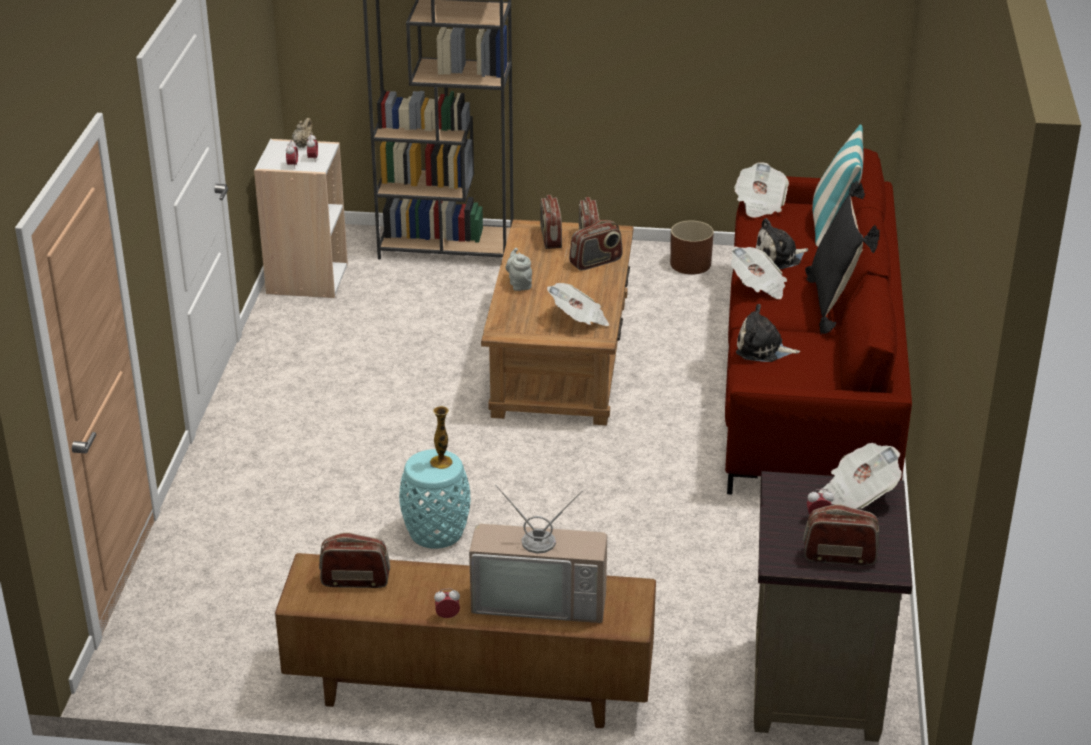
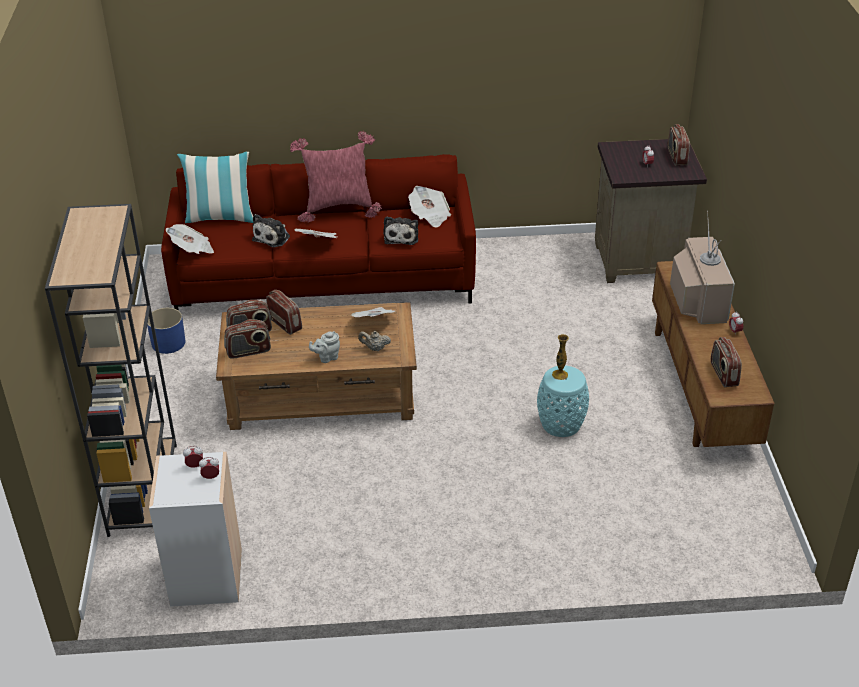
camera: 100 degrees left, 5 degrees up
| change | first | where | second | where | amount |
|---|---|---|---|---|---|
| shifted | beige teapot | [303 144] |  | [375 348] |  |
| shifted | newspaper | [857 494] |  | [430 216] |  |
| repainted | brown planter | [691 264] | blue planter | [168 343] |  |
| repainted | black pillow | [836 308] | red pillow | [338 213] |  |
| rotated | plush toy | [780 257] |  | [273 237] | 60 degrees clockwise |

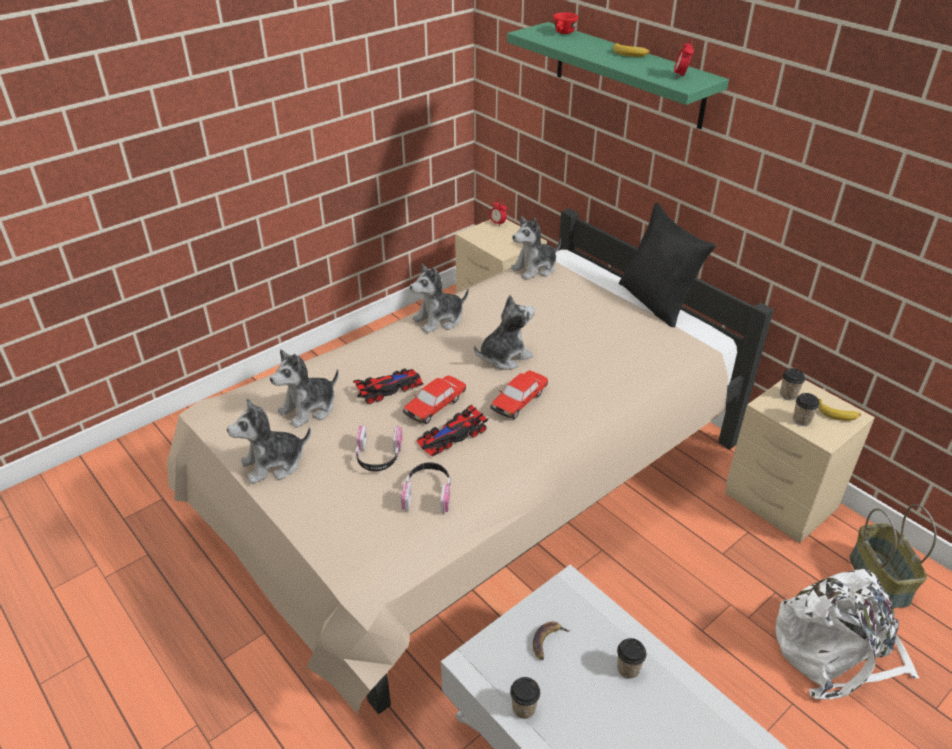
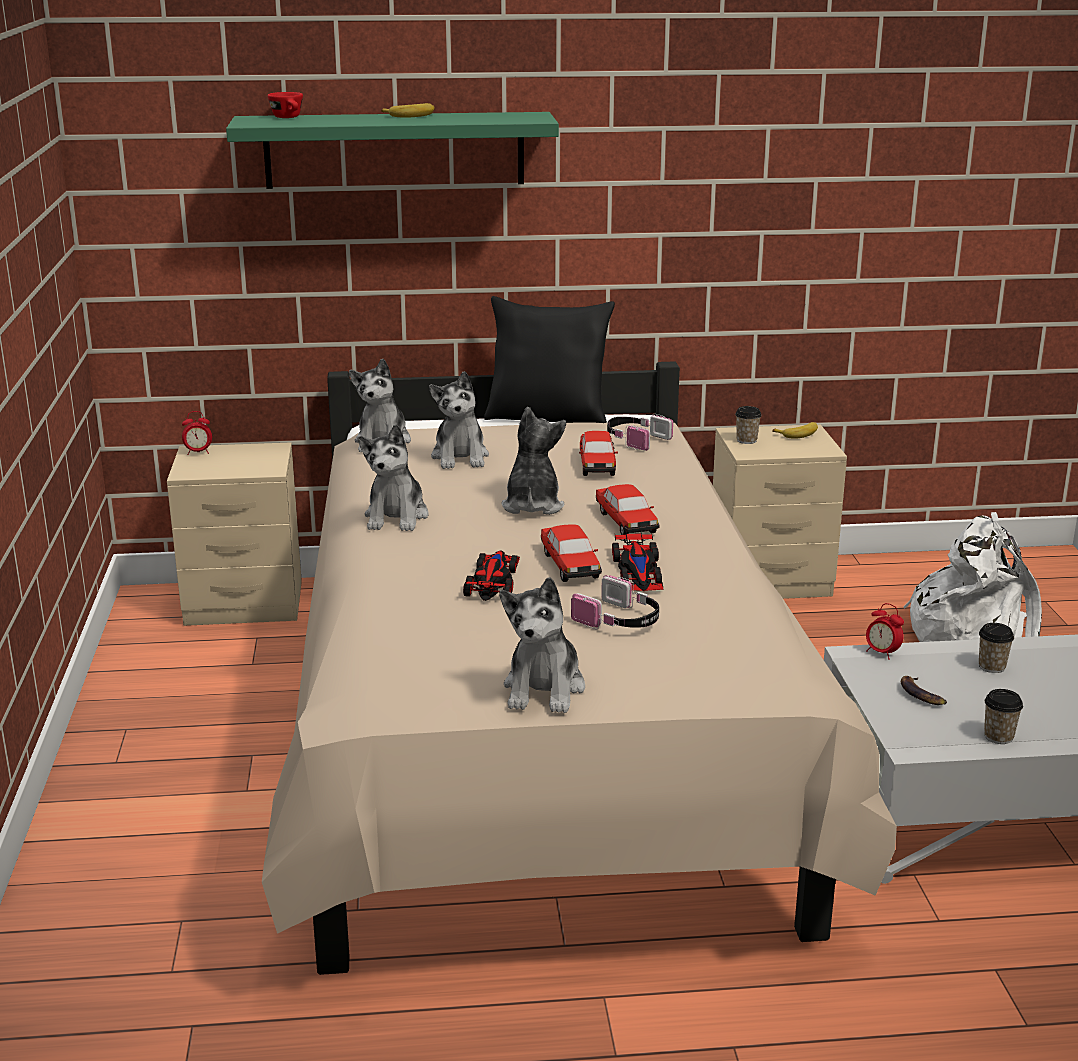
camera: 55 degrees left, 15 degrees down
| change | first | where | second | where | amount |
|---|---|---|---|---|---|
| gone | cup | [801 420] |  |  |  |
| gone | basket | [880 579] |  |  |  |
| new |  |  | toy car | [597 464] |  |
| shifted | plush toy | [309 408] |  | [460 457] |  |
| shifted | headphones | [428 493] |  | [635 439] |  |
| shifted | alarm clock | [681 76] |  | [882 653] |  |

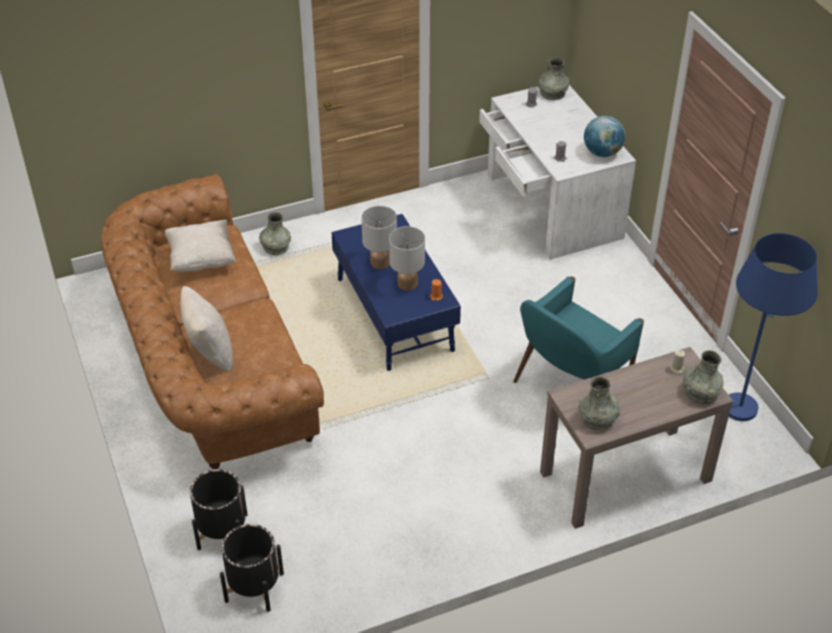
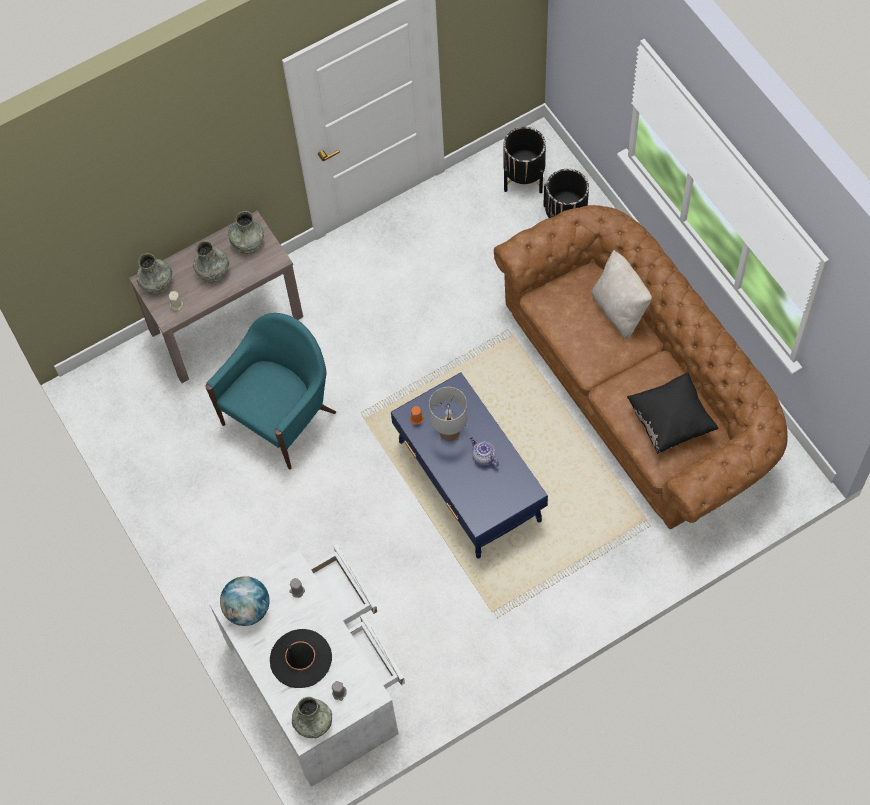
camera: 175 degrees right, 20 degrees up
| change | first | where | second | where | amount |
|---|---|---|---|---|---|
| gone | blue floor lamp | [740 422] |  |  |  |
| new |  |  | black hat | [300 658] |  |
| shifted | grey vase | [275 247] |  | [213 270] |  |
| swapped | grey table lamp | [380 263] | teapot | [483 456] |  |
| repainted | beige pillow | [201 259] | black pillow | [671 421] |  |

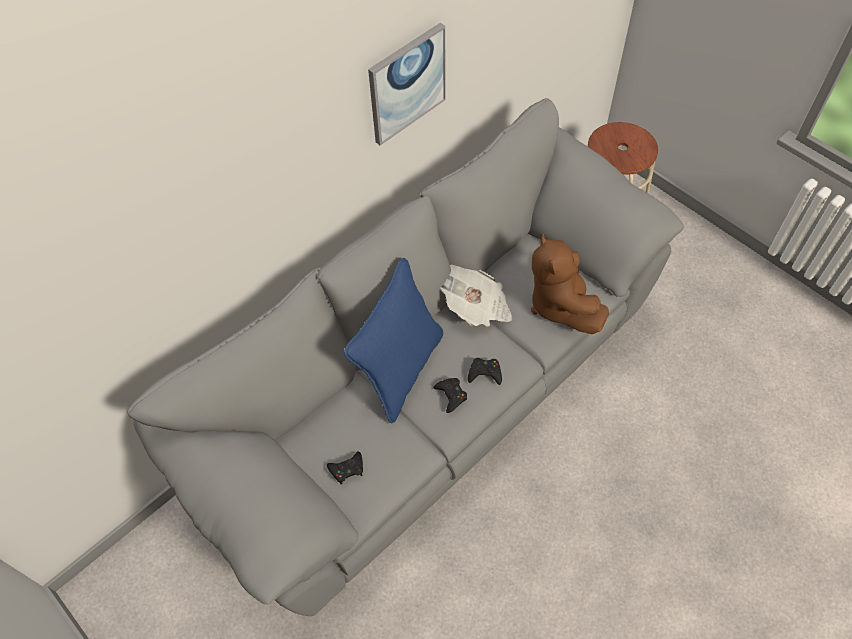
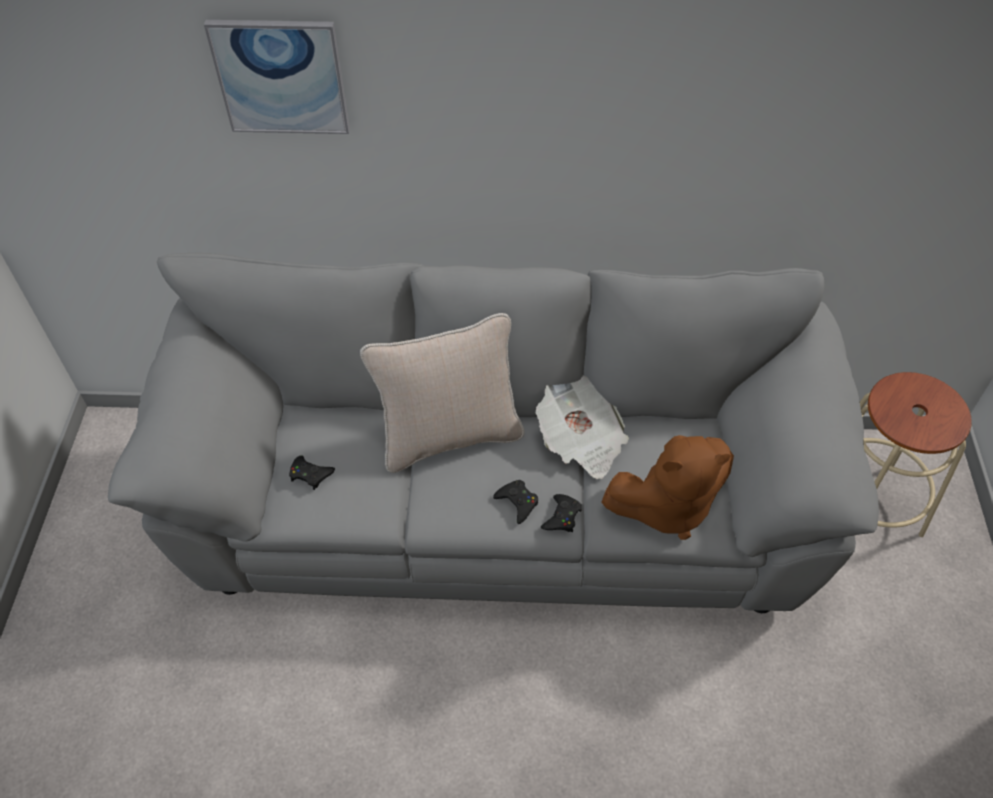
camera: 45 degrees right, 5 degrees down
| change | first | where | second | where | amount |
|---|---|---|---|---|---|
| shifted | picture | [407 84] |  | [281 76] |  |
| shifted | black game controller | [451 395] |  | [562 517] |  |
| repainted | blue pillow | [401 370] | beige pillow | [449 437] |  |
| rotated | brown plush toy | [560 304] |  | [667 506] | 135 degrees counterclockwise |

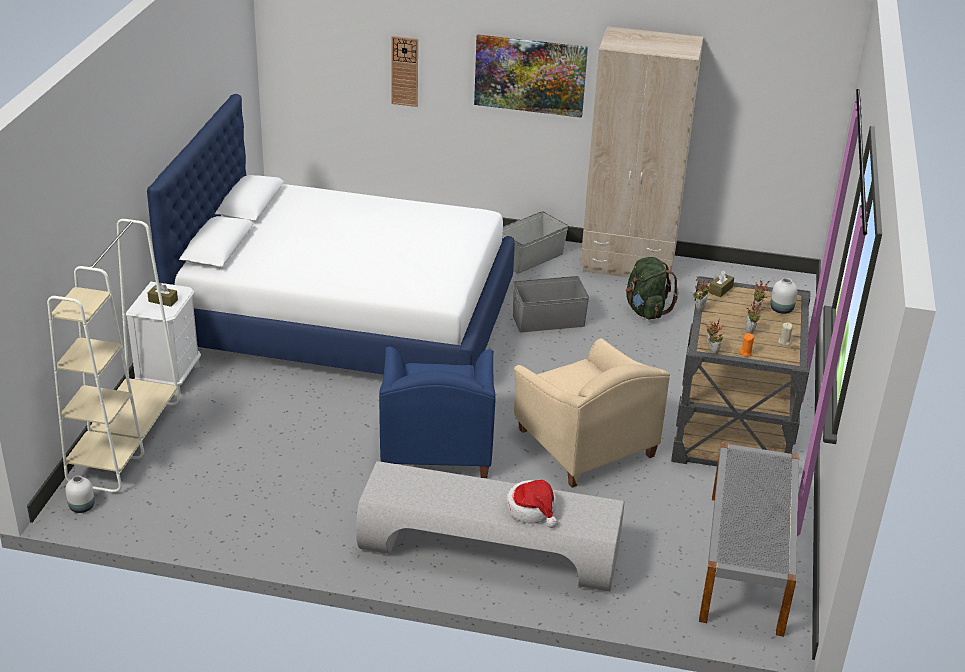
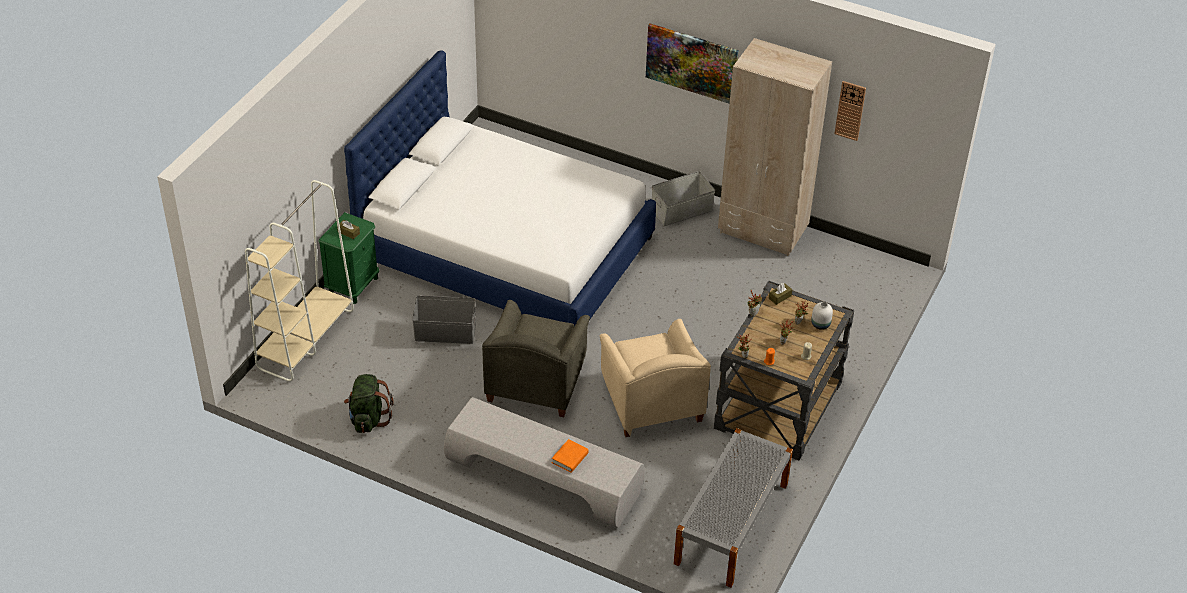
camera: 15 degrees right, 10 degrees up
| change | first | where | second | where | amount |
|---|---|---|---|---|---|
| gone | white vase | [81 507] |  |  |  |
| shifted | wall clock | [405 71] |  | [850 110] |  |
| shifted | grey storage box | [548 320] |  | [445 332] |  |
| shifted | green backpack | [646 310] |  | [368 419] |  |
| swapped | hat | [532 509] | orange book | [570 458] |  |
| repainted | white nightstand | [170 377] | green nightstand | [353 285] |  |
| repainted | blue armchair | [436 444] | grey armchair | [536 381] |  |

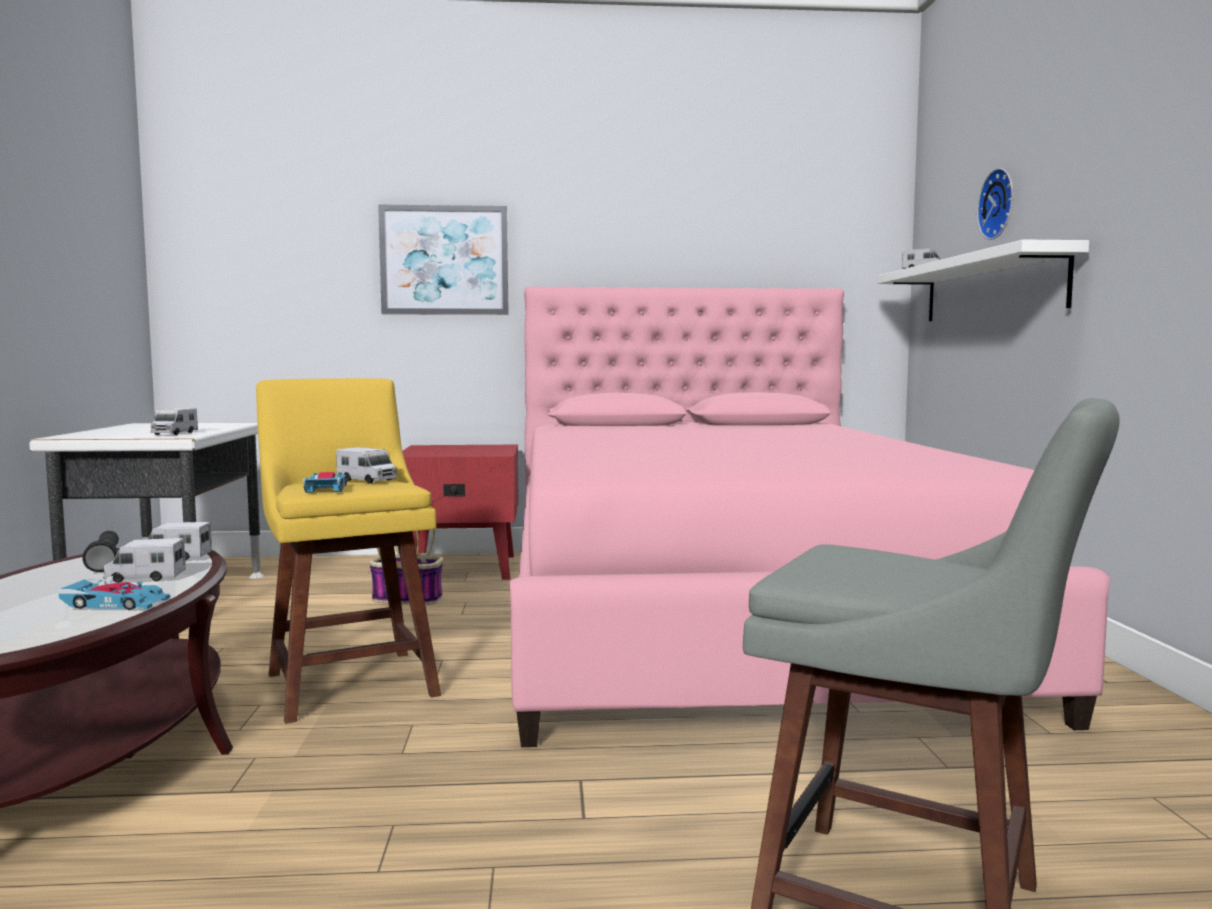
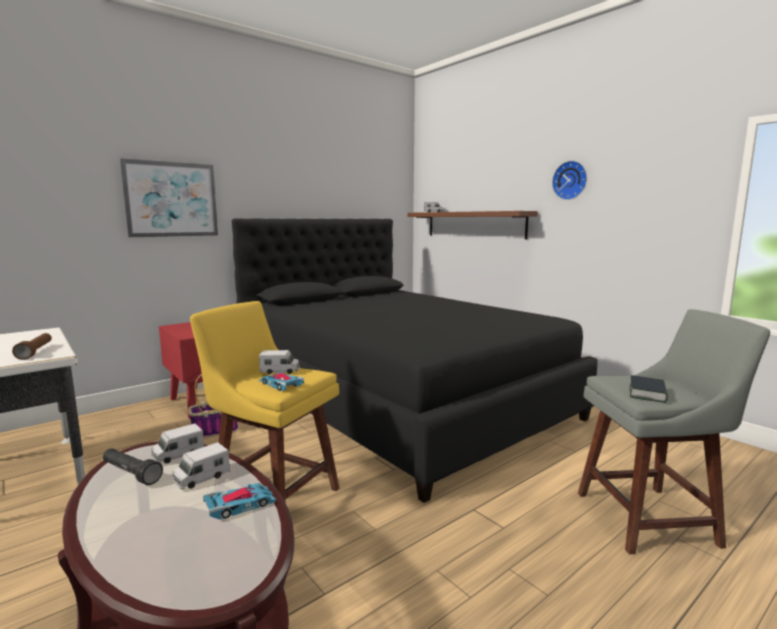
camera: 35 degrees left, 5 degrees up
| change | first | where | second | where | amount |
|---|---|---|---|---|---|
| new |  |  | book | [647 393] |  |
| shifted | wall clock | [1000 204] |  | [570 180] |  |
| swapped | toy truck | [174 433] | brown flashlight | [36 352] |  |
| repainted | pink bed | [726 615] | black bed | [398 399] |  |
| repainted | white shelf | [991 288] | brown shelf | [474 224] |  |

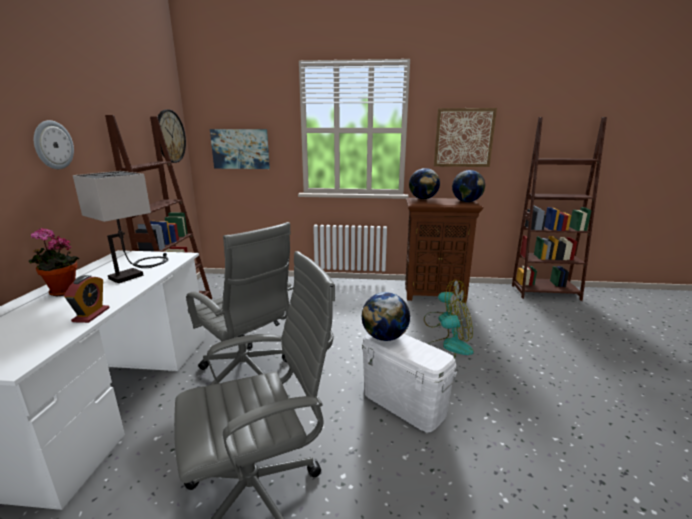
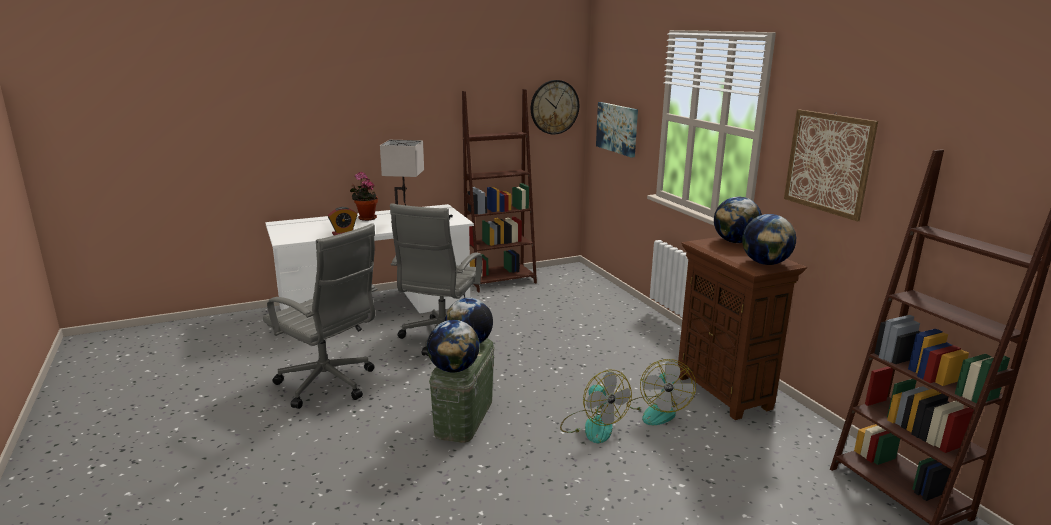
camera: 60 degrees right, 0 degrees up
| change | first | where | second | where | amount |
|---|---|---|---|---|---|
| gone | wall clock | [53 145] |  |  |  |
| new |  |  | globe | [454 369] |  |
| repainted | white storage box | [403 403] | green storage box | [464 417] |  |

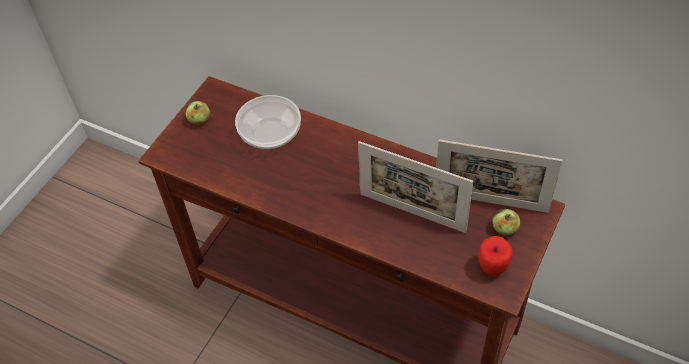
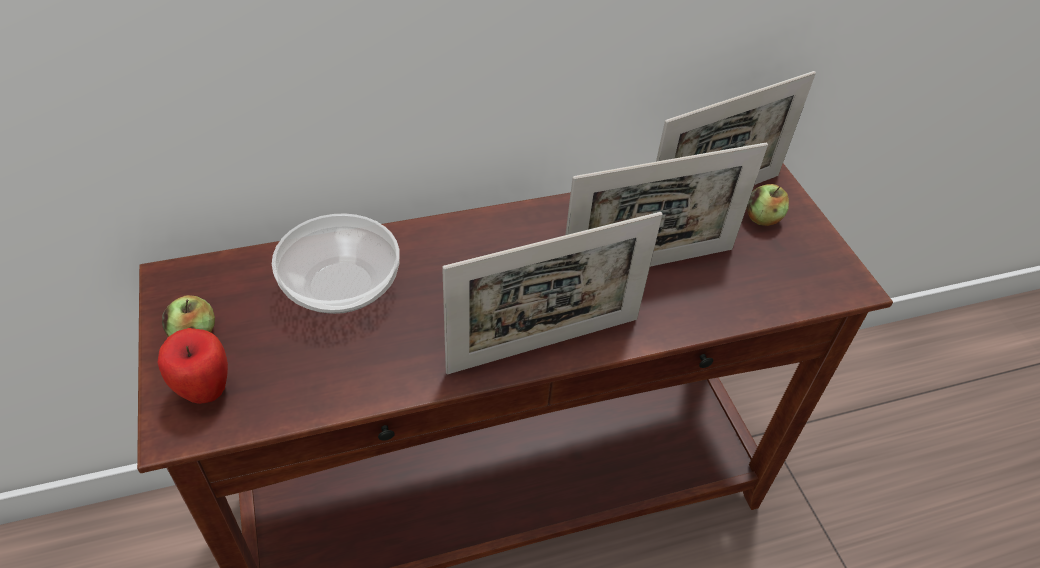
camera: 50 degrees left, 5 degrees down
| change | first | where | second | where | amount |
|---|---|---|---|---|---|
| new |  |  | picture frame | [544 345] |  |
| shifted | apple | [492 268] |  | [205 391] |  |

